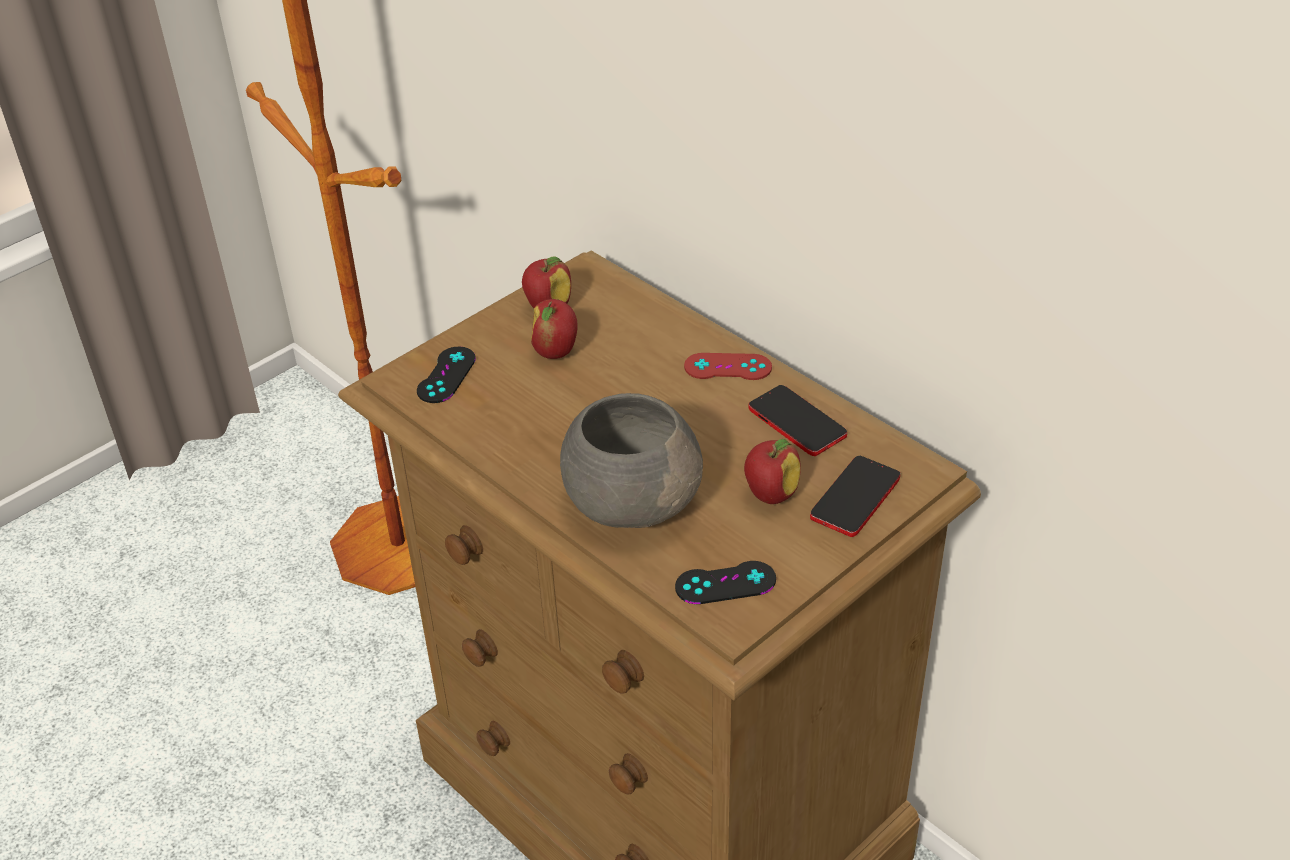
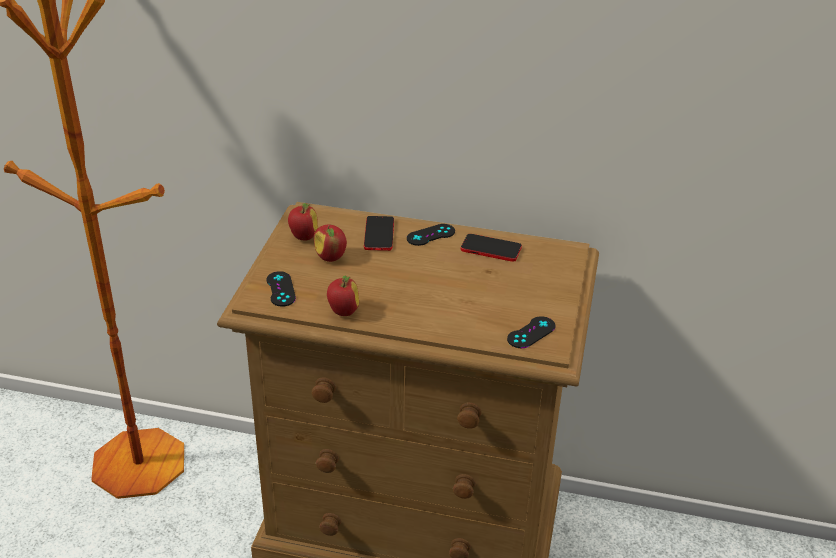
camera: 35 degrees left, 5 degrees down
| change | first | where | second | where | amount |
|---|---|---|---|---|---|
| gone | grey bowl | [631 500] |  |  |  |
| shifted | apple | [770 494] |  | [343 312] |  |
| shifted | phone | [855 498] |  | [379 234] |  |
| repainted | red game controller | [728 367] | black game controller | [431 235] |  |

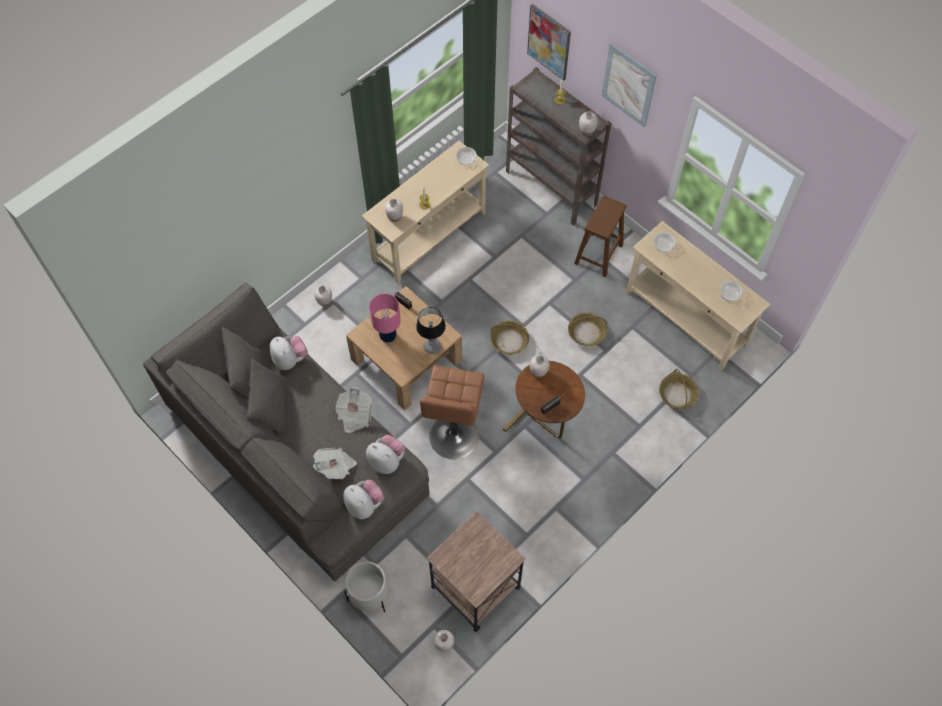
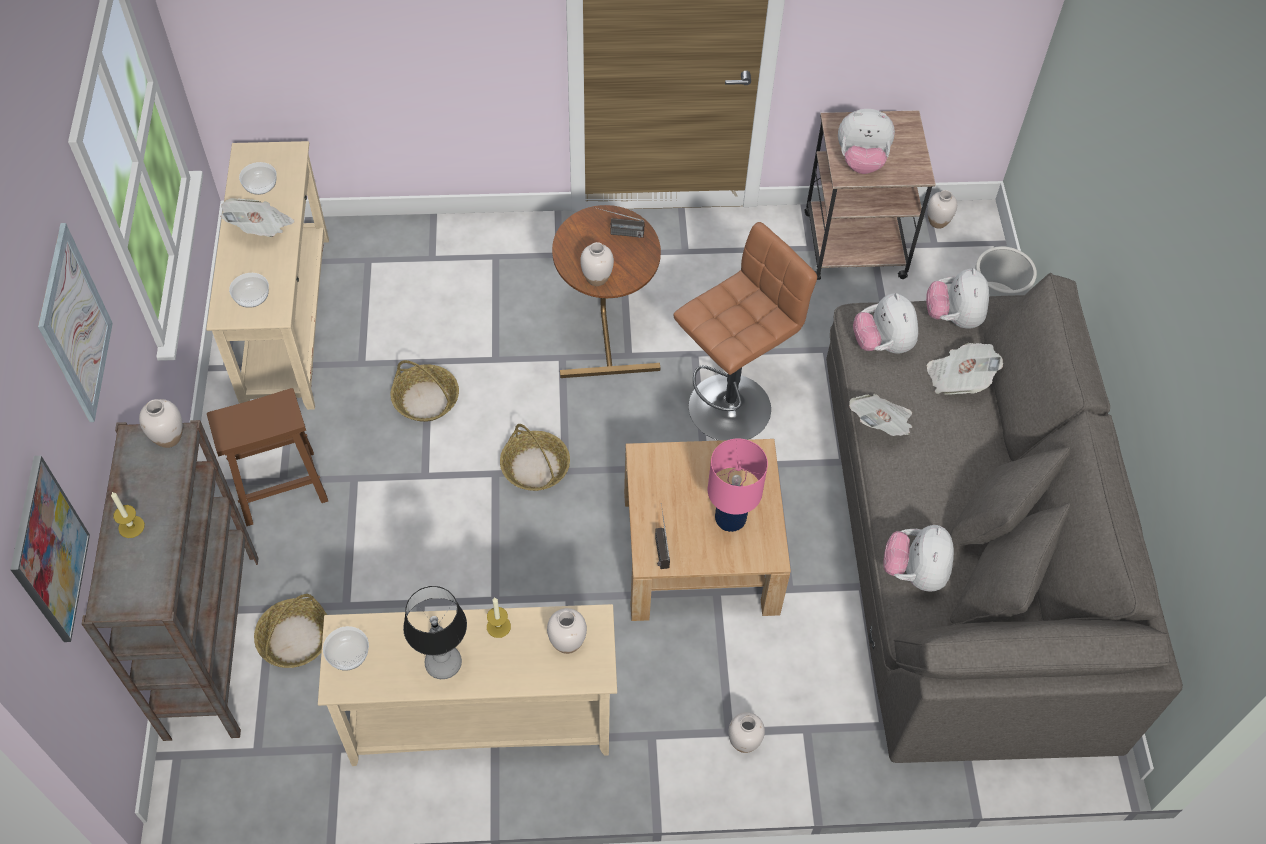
camera: 140 degrees left, 5 degrees down
| change | first | where | second | where | amount |
|---|---|---|---|---|---|
| new |  |  | newspaper | [261 228] |  |
| new |  |  | plush toy | [861 161] |  |
| shifted | table lamp | [432 347] |  | [443 662] |  |
| shifted | basket | [677 394] |  | [295 638] |  |

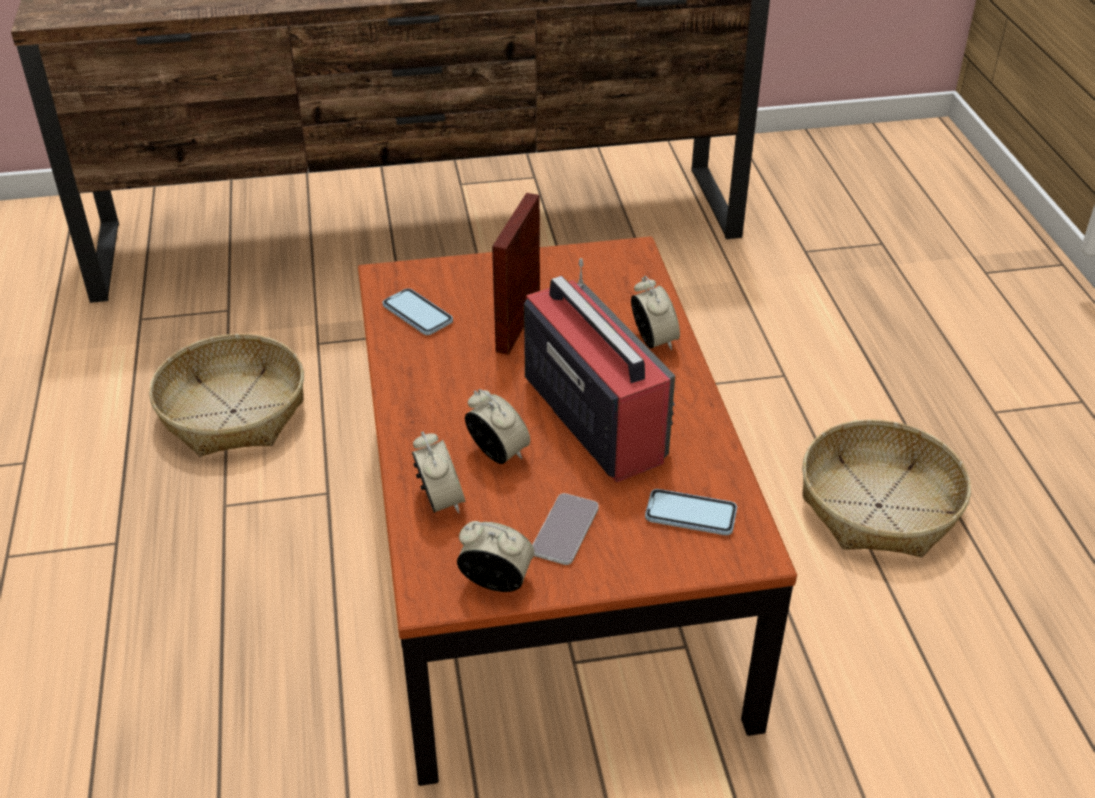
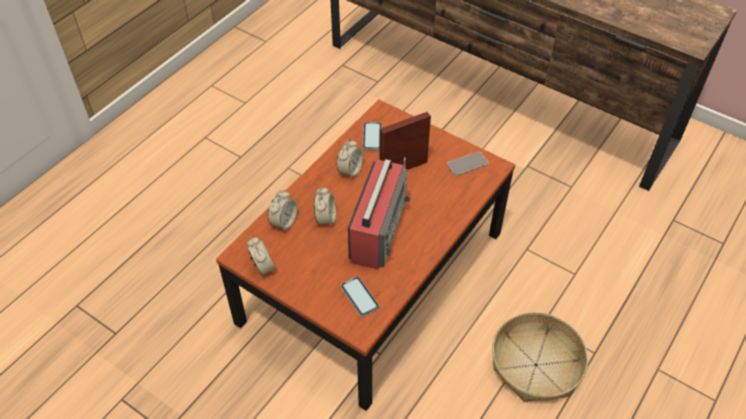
camera: 45 degrees right, 10 degrees up
| change | first | where | second | where | amount |
|---|---|---|---|---|---|
| gone | basket | [232 412] |  |  |  |
| shifted | phone | [565 530] |  | [467 164] |  |
| shifted | alarm clock | [653 341] |  | [350 170] |  |

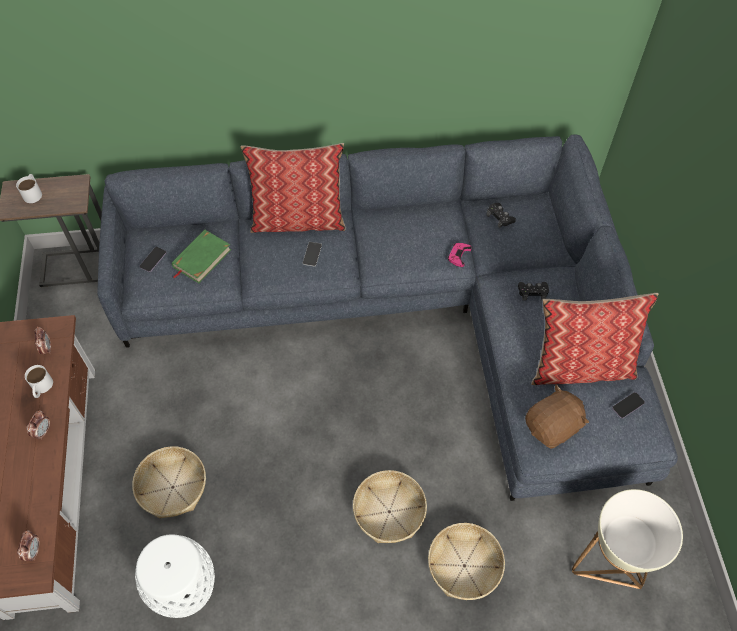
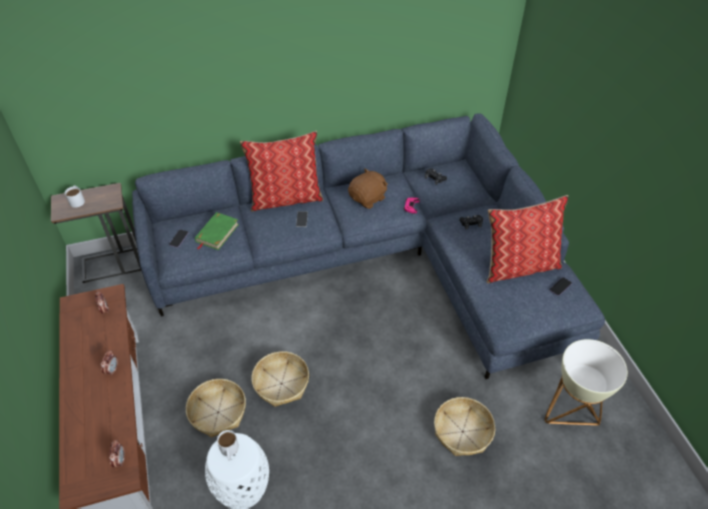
camera: 10 degrees left, 10 degrees down
| change | first | where | second | where | amount |
|---|---|---|---|---|---|
| shifted | white mug | [41 388] |  | [229 451] |  |
| shifted | basket | [389 511] |  | [281 383] |  |
| shifted | brown plush toy | [552 427] |  | [368 198] |  |

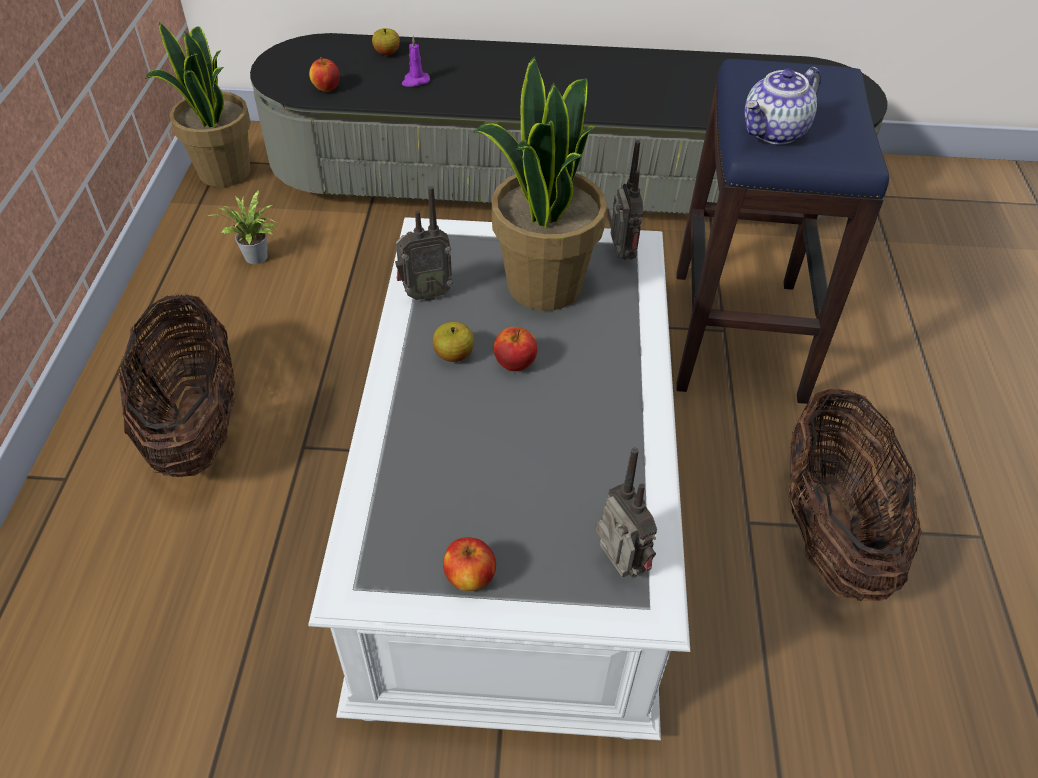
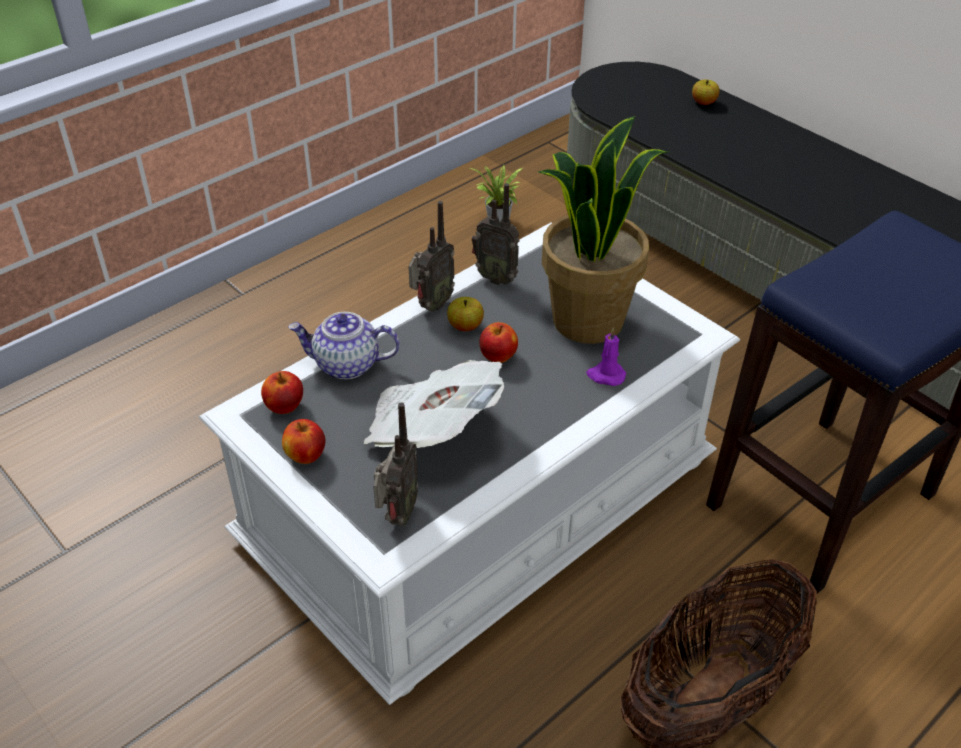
camera: 45 degrees right, 5 degrees down
| change | first | where | second | where | amount |
|---|---|---|---|---|---|
| gone | basket | [196 425] |  |  |  |
| gone | potted plant | [223 172] |  |  |  |
| new |  |  | newspaper | [432 429] |  |
| shifted | apple | [326 88] |  | [284 406] |  |
| shifted | purple candle | [415 81] |  | [605 375] |  |
| shifted | radio | [619 256] |  | [431 305] |  |
| shifted | teapot | [774 132] |  | [346 365] |  |

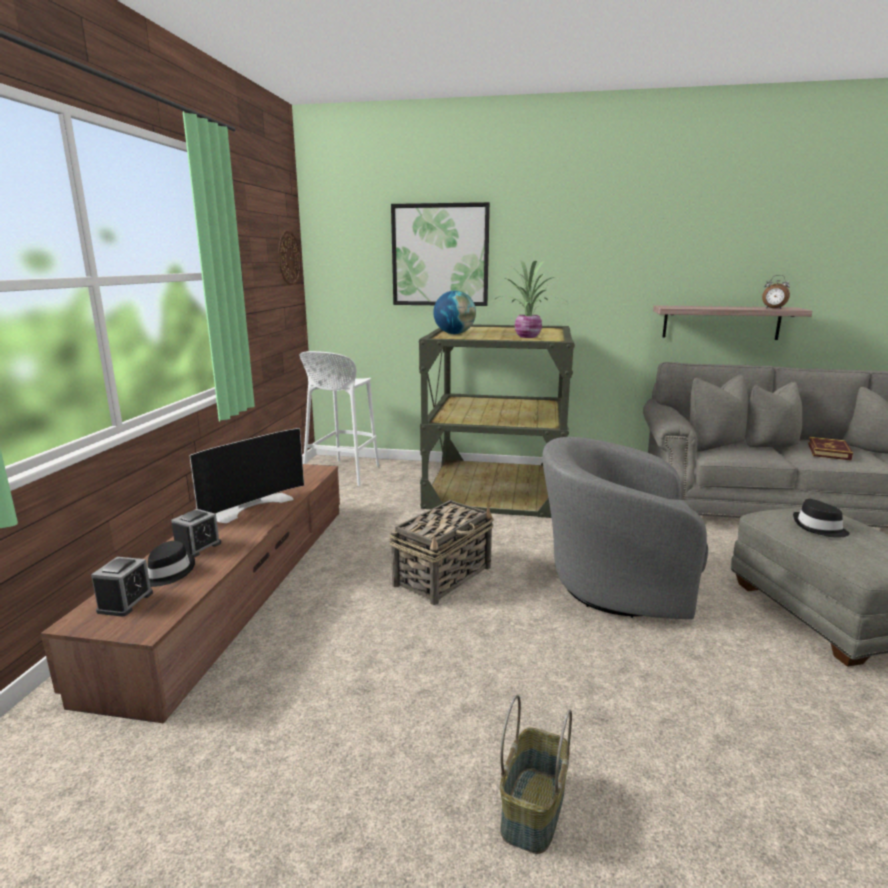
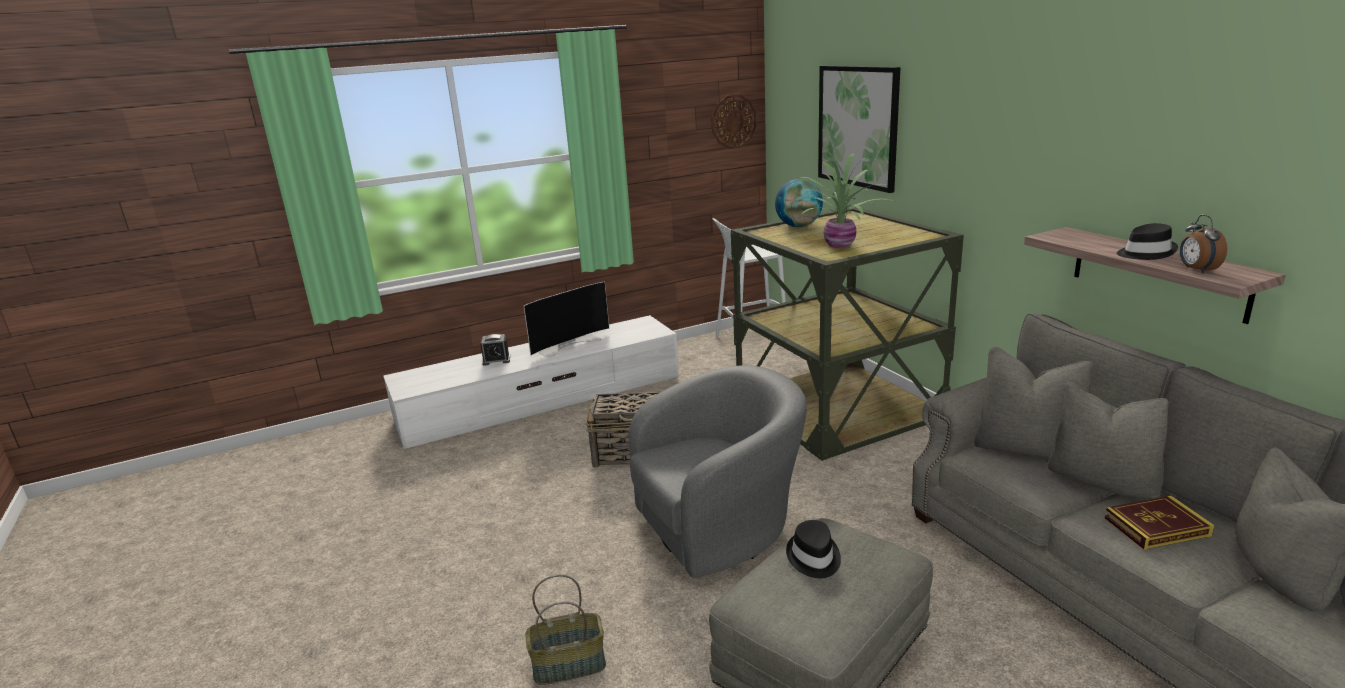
camera: 55 degrees right, 5 degrees up
| change | first | where | second | where | amount |
|---|---|---|---|---|---|
| gone | alarm clock | [125 602] |  |  |  |
| shifted | black hat | [167 572] |  | [1145 253] |  |
| shifted | basket | [532 808] |  | [569 664] |  |
| repainted | brown tv stand | [237 583] | white tv stand | [541 397] |  |
| rotated | television | [251 505] |  | [568 344] | 45 degrees counterclockwise |
| rotated | grey armchair | [614 585] |  | [721 528] | 90 degrees clockwise |

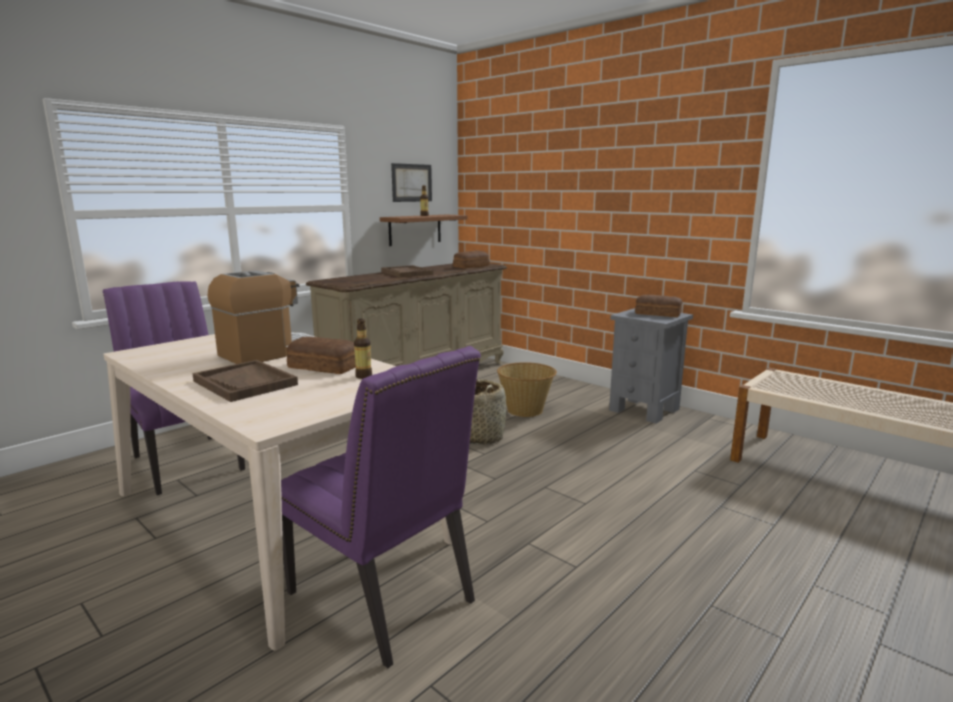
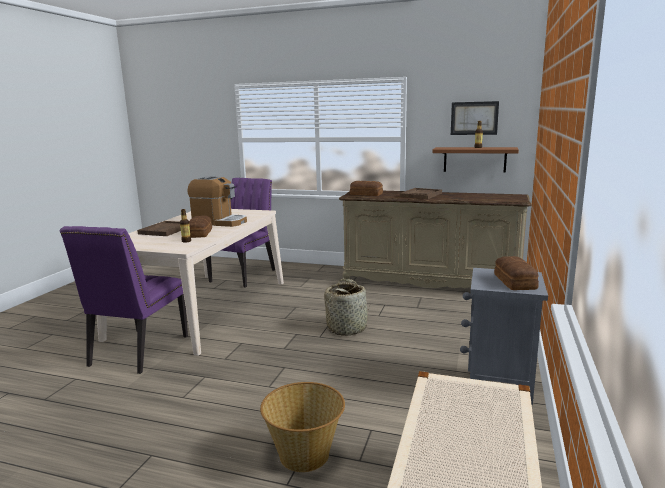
camera: 65 degrees right, 0 degrees up
| change | first | where | second | where | amount |
|---|---|---|---|---|---|
| shifted | bread | [470 266] |  | [366 194] |  |
| shifted | basket | [525 410] |  | [305 455] |  |

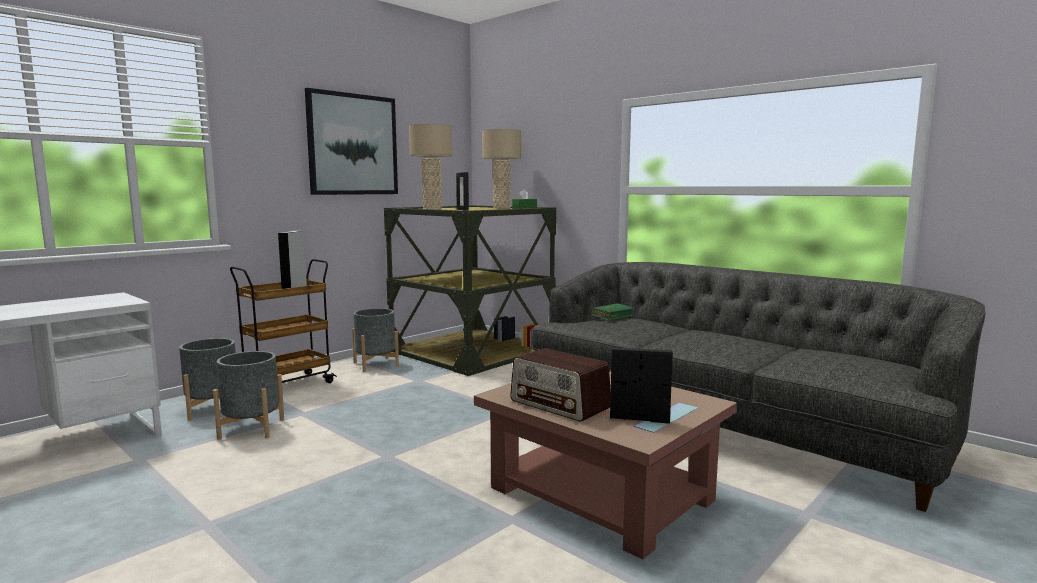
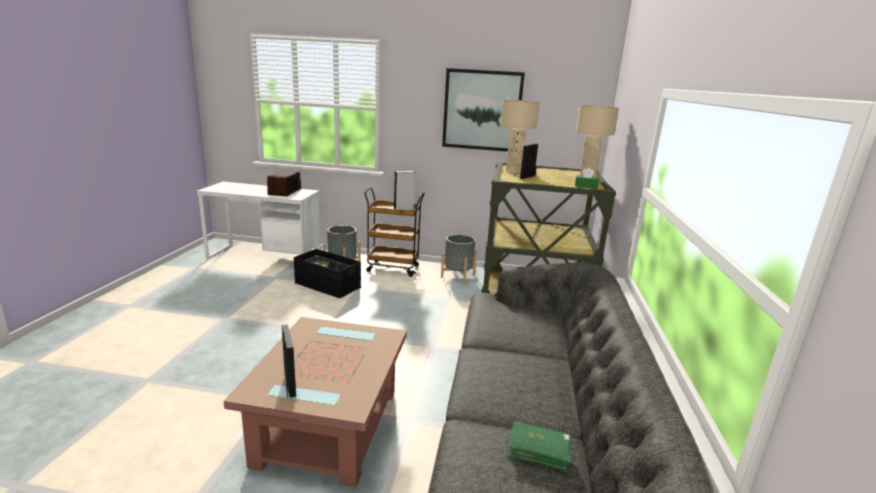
camera: 55 degrees right, 10 degrees up
| change | first | where | second | where | amount |
|---|---|---|---|---|---|
| shifted | radio | [560 404] |  | [284 192] |  |
| shifted | green book | [612 317] |  | [538 451] |  |
| swapped | grey planter | [252 428] | black storage box | [328 284] |  |

